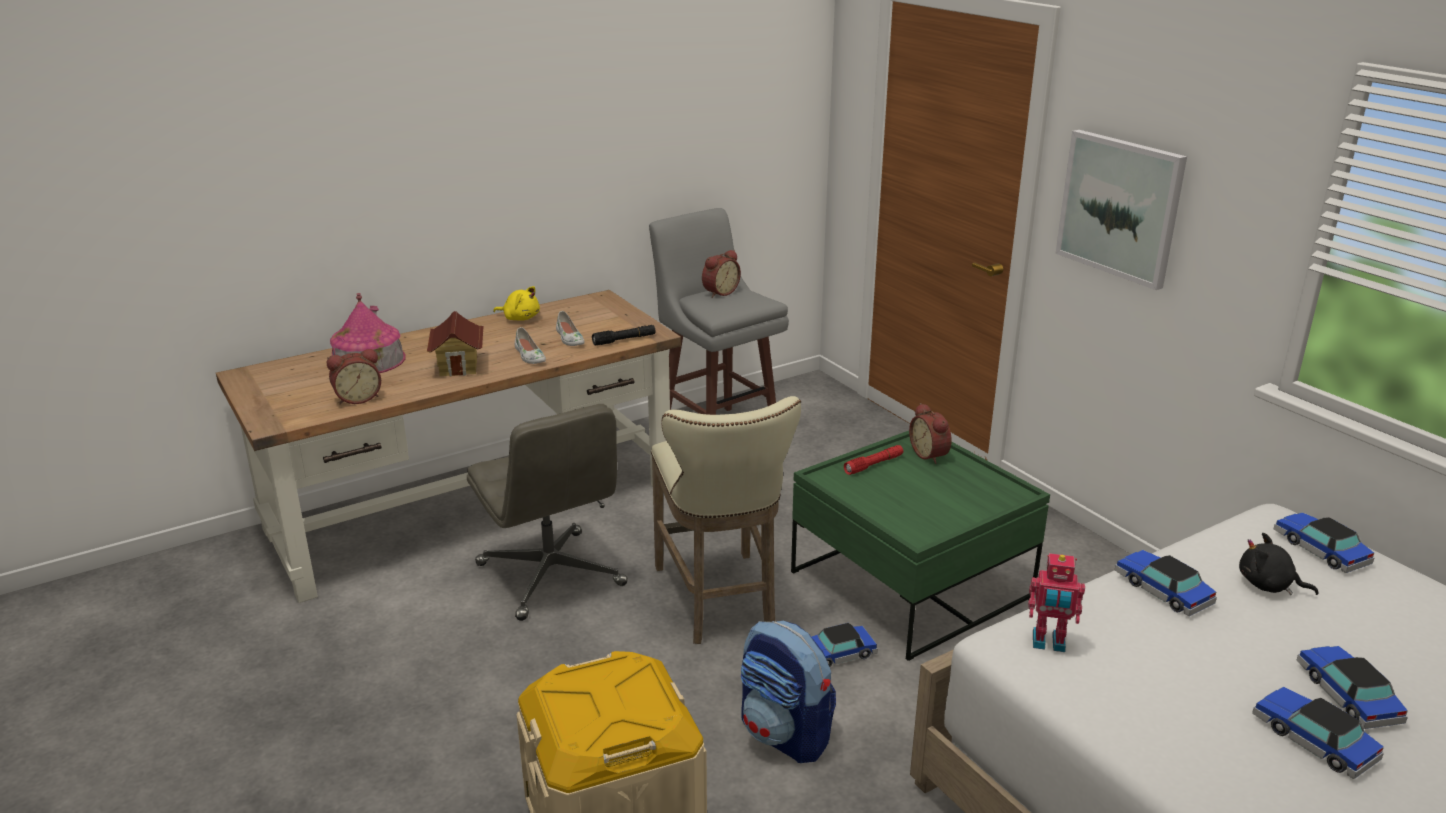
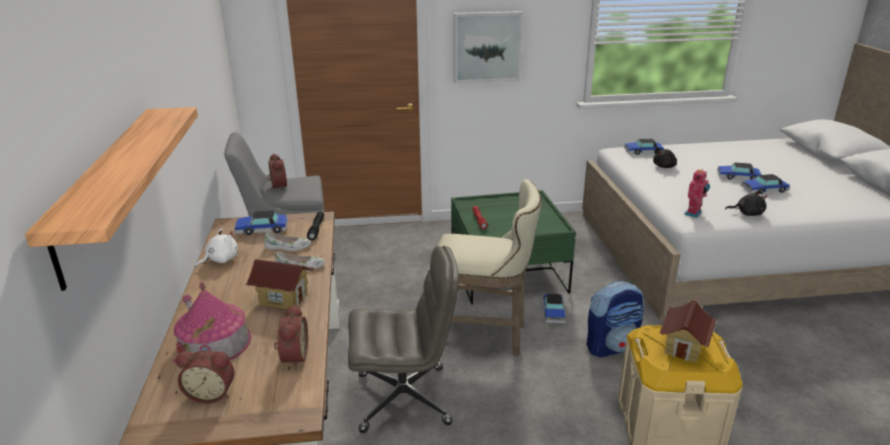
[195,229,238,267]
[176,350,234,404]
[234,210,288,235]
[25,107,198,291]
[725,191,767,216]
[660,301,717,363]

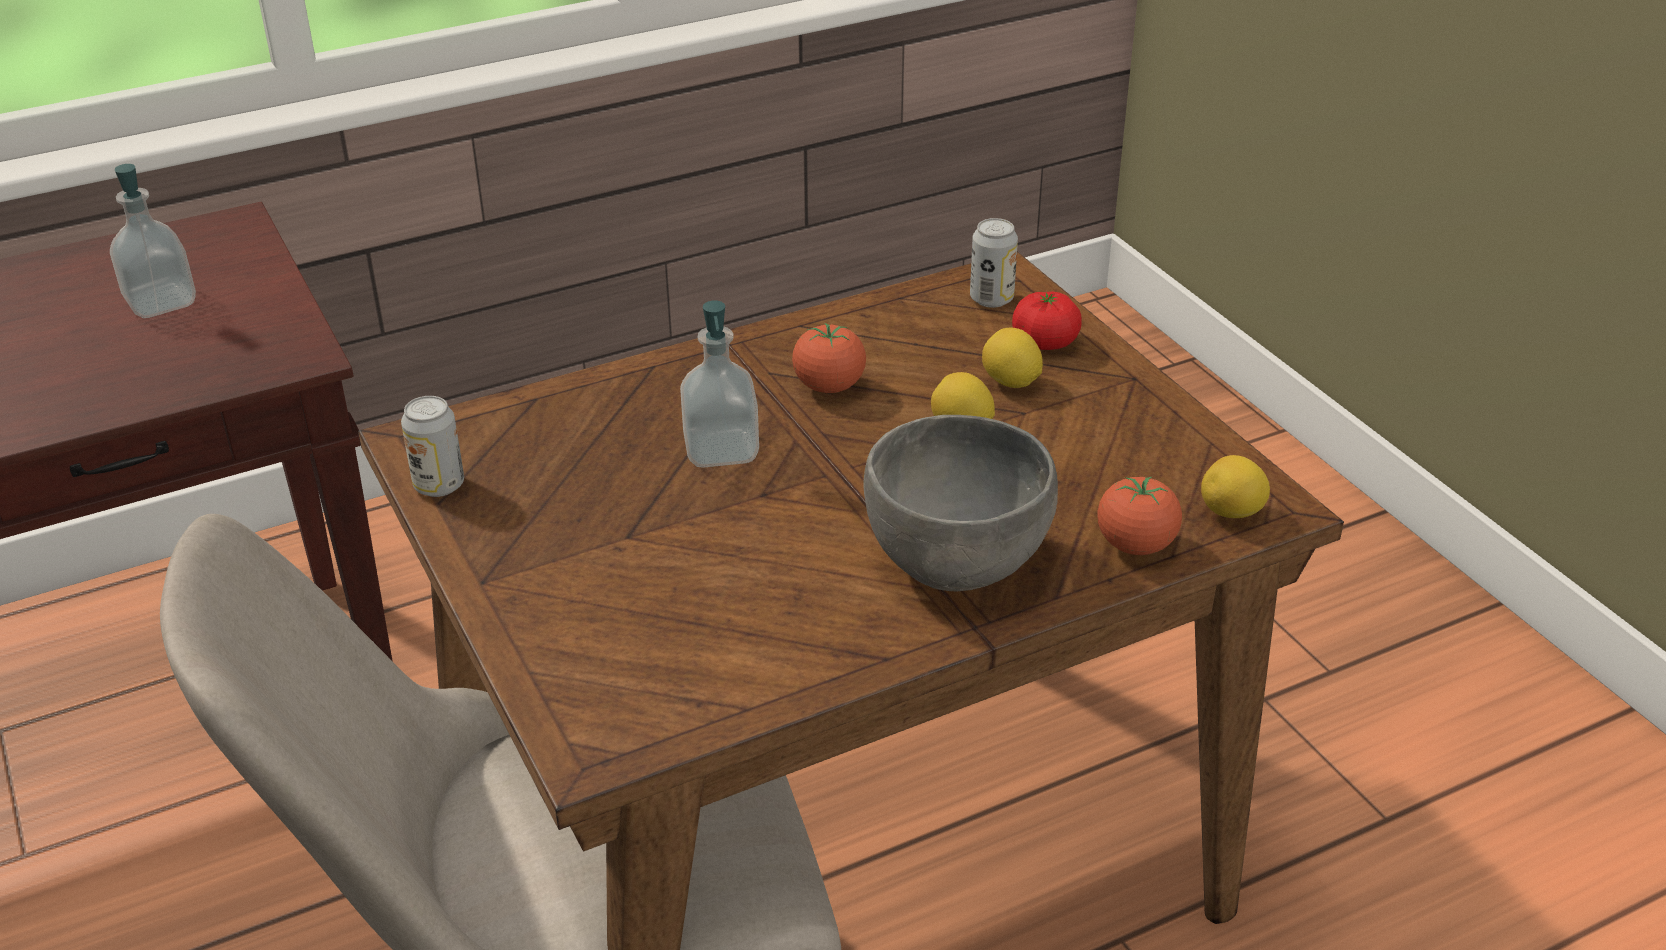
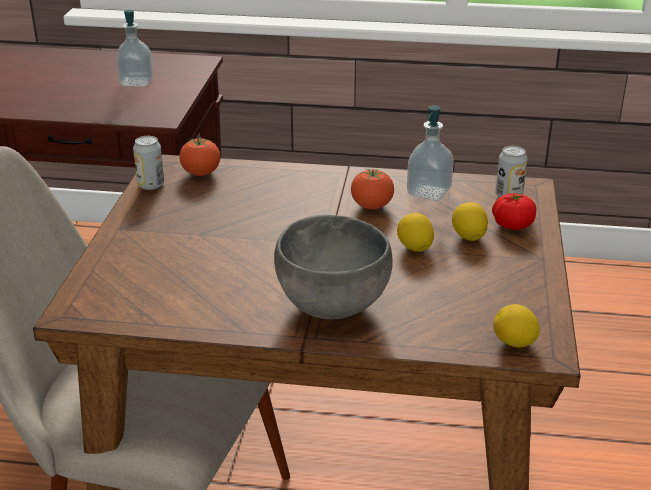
[407,105,454,201]
[179,138,220,176]

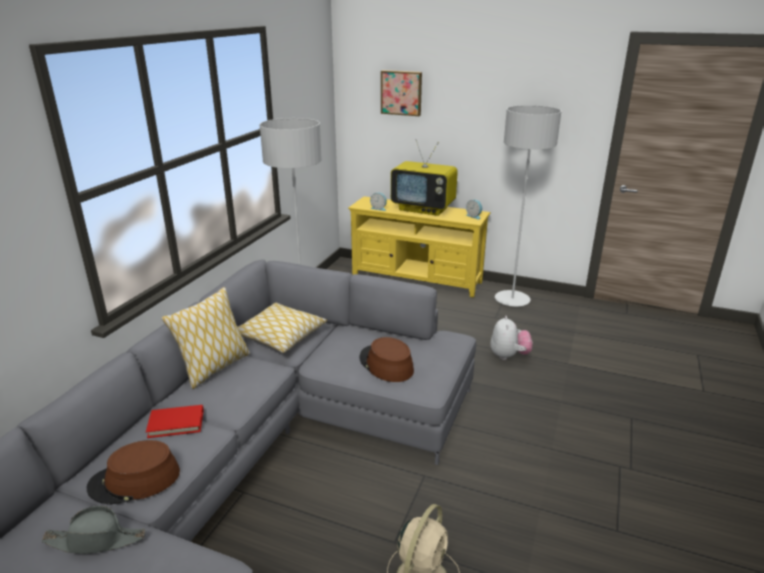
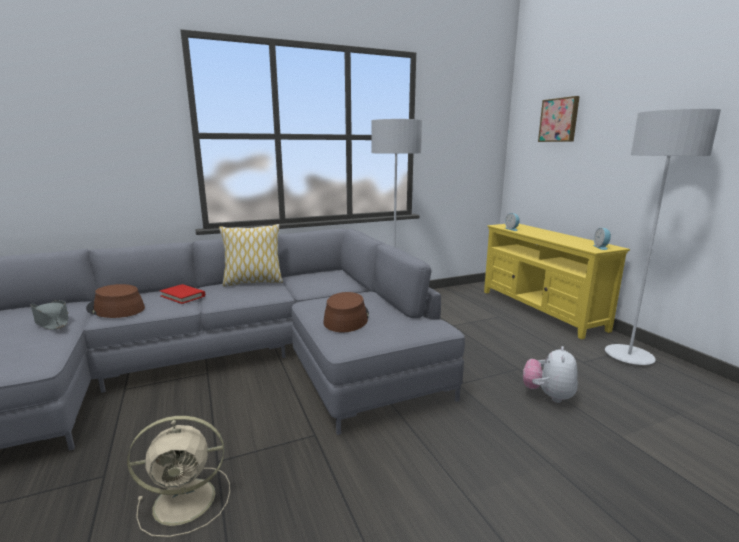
[391,139,458,216] (first image)
[238,303,327,353] (first image)
[523,346,578,403]

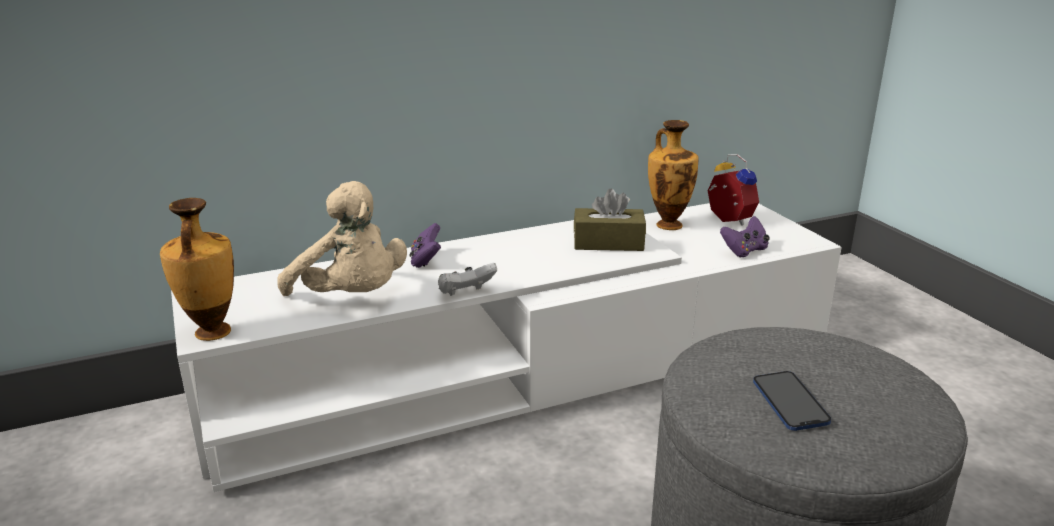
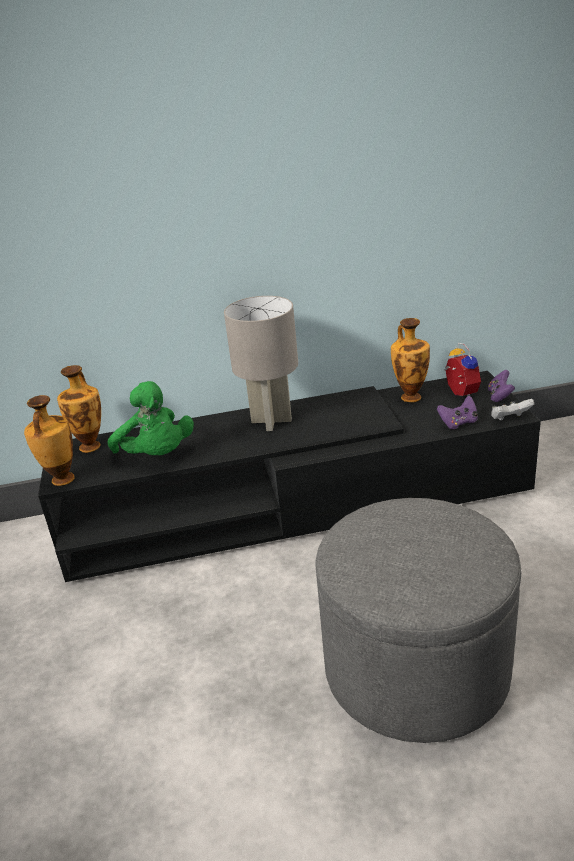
[107,381,194,455]
[574,188,646,251] (first image)
[38,371,541,582]
[488,370,515,402]
[491,399,534,421]
[753,371,831,431] (first image)
[224,296,298,431]
[57,365,101,453]

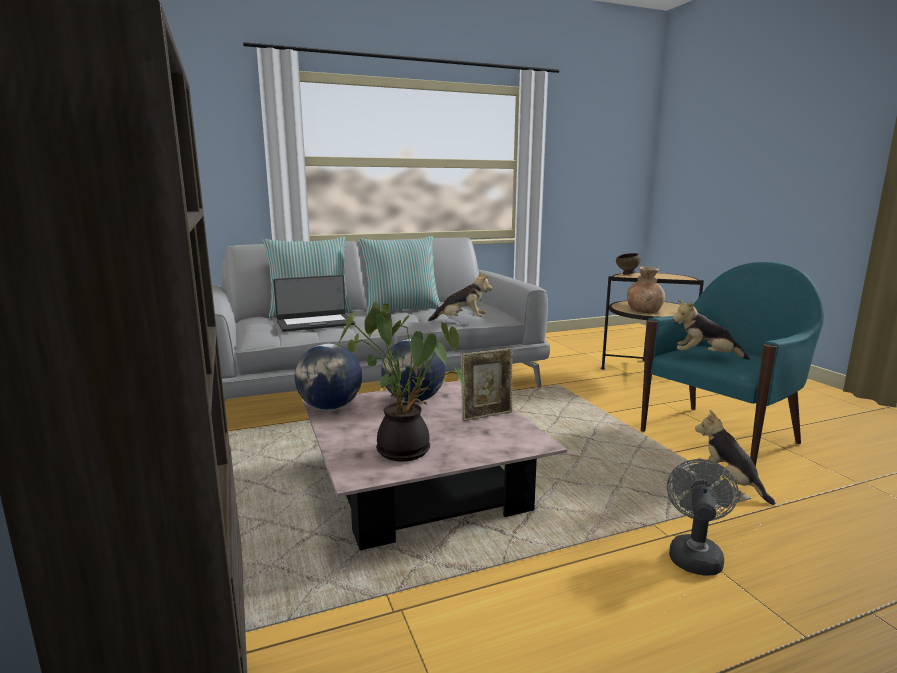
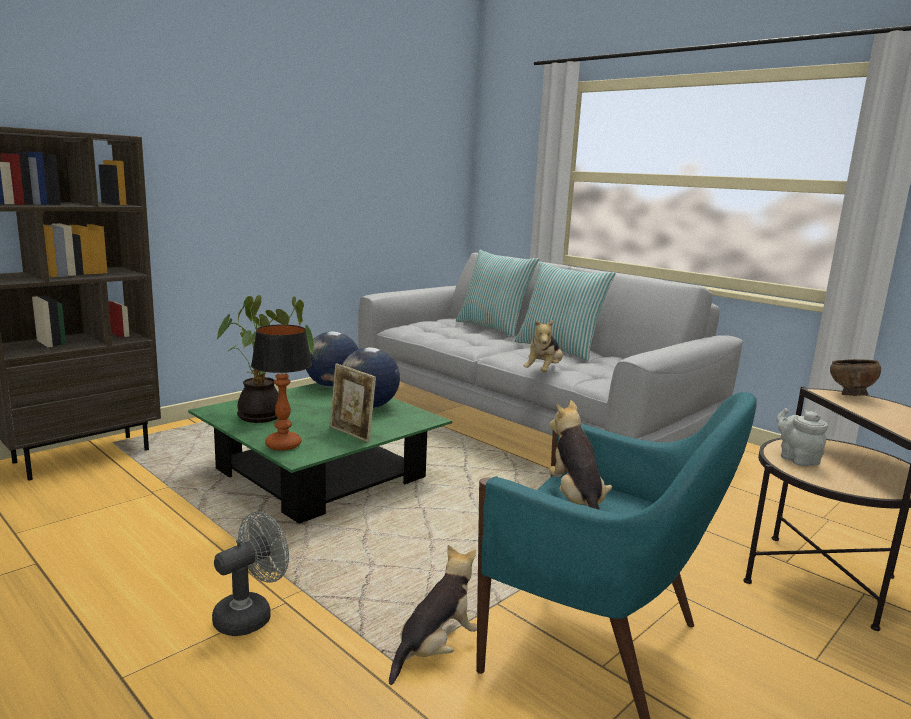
[776,408,828,466]
[523,320,563,372]
[273,275,355,332] (first image)
[188,383,452,524]
[212,512,289,636]
[251,324,312,451]

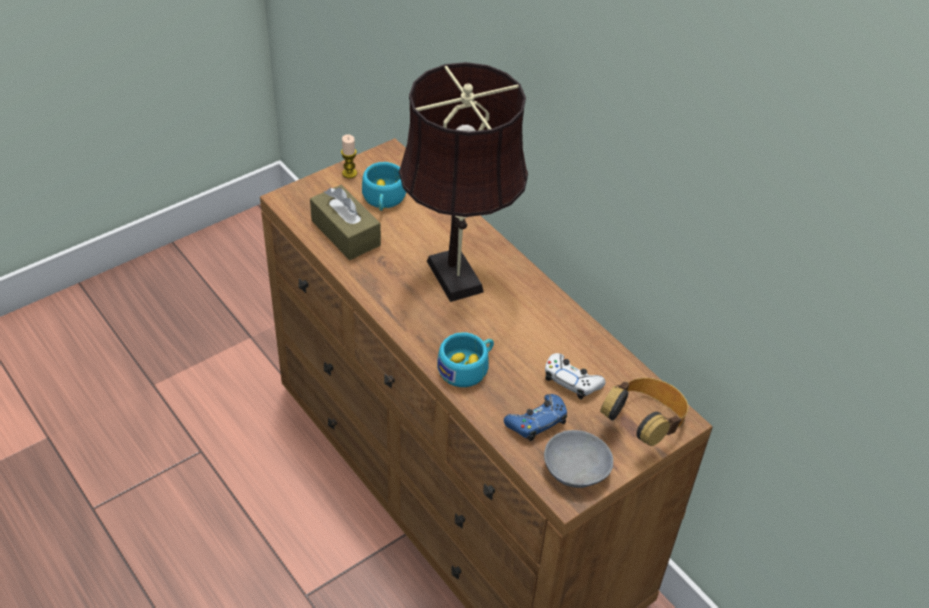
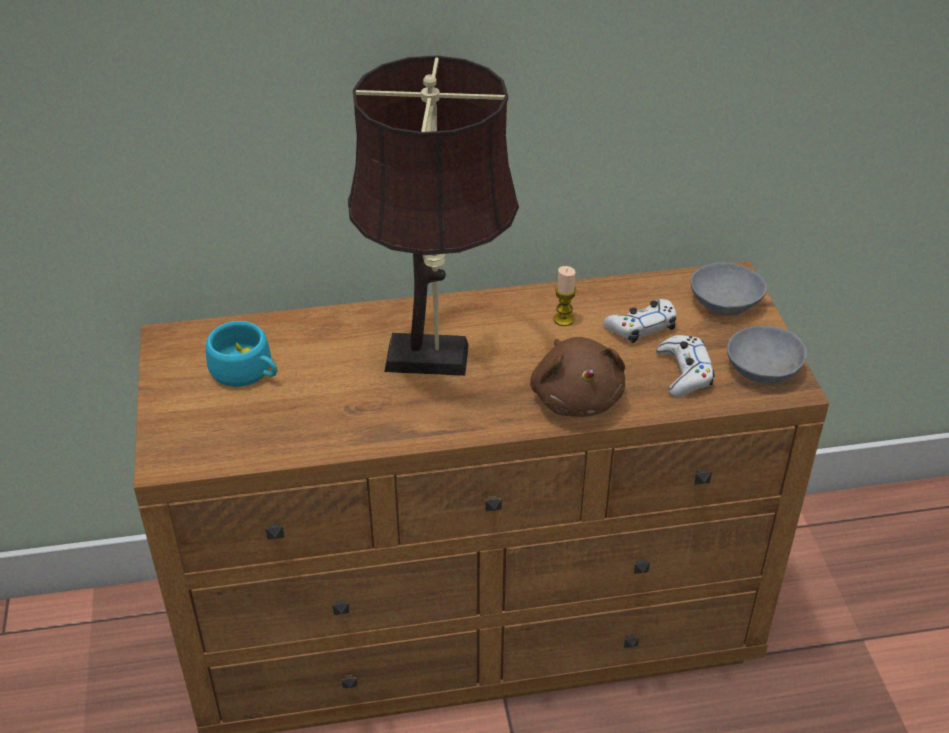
[553,266,577,326]
[310,185,381,260] (first image)
[530,337,625,417]
[691,263,767,315]
[656,335,715,397]

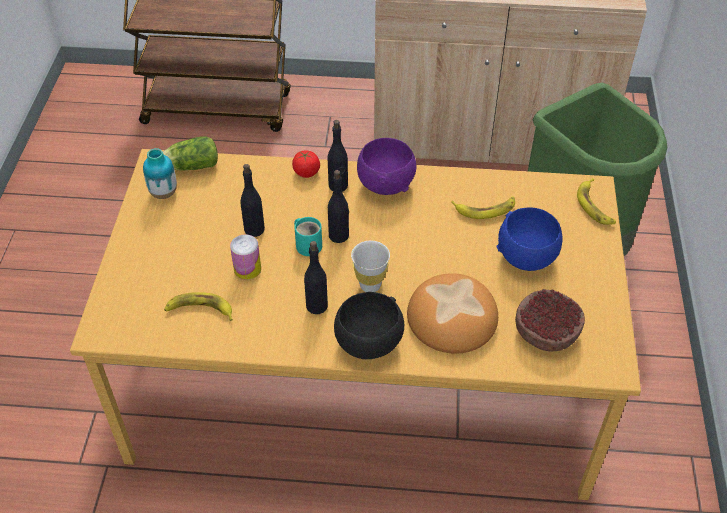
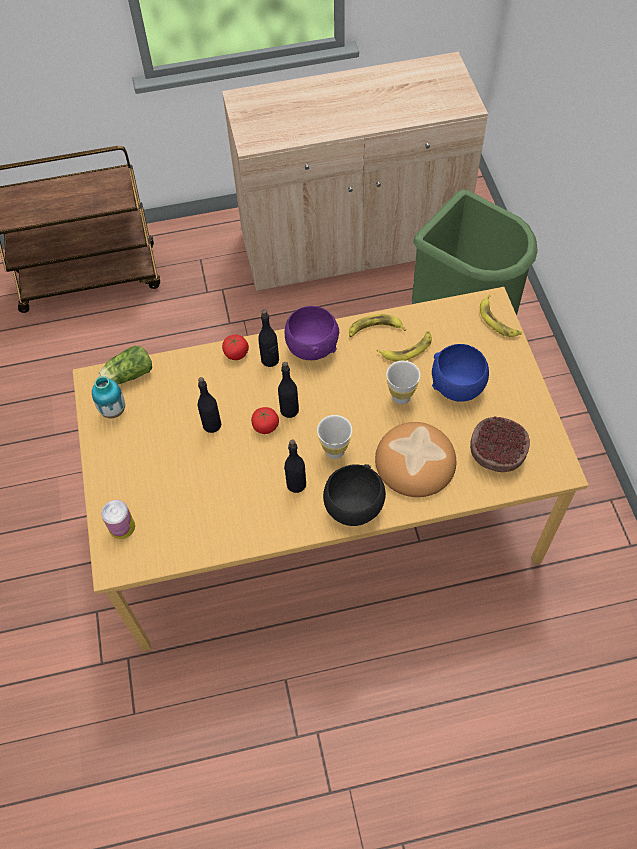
[251,407,279,434]
[101,500,135,539]
[349,314,406,337]
[386,361,420,404]

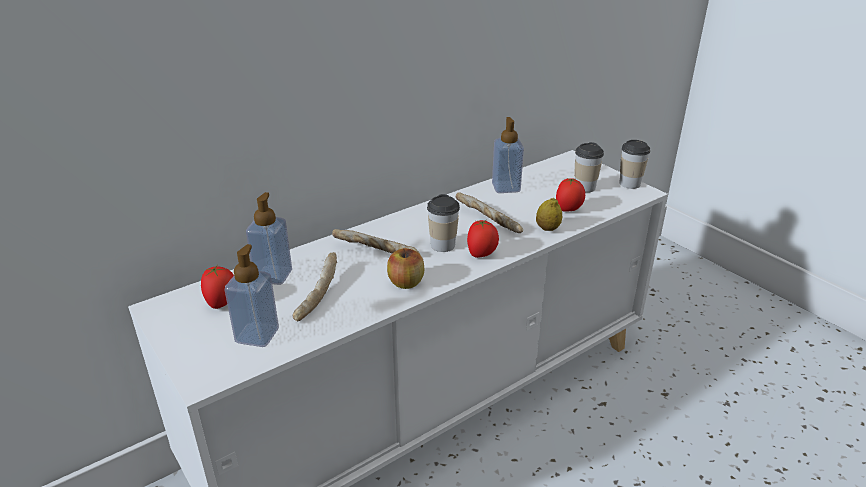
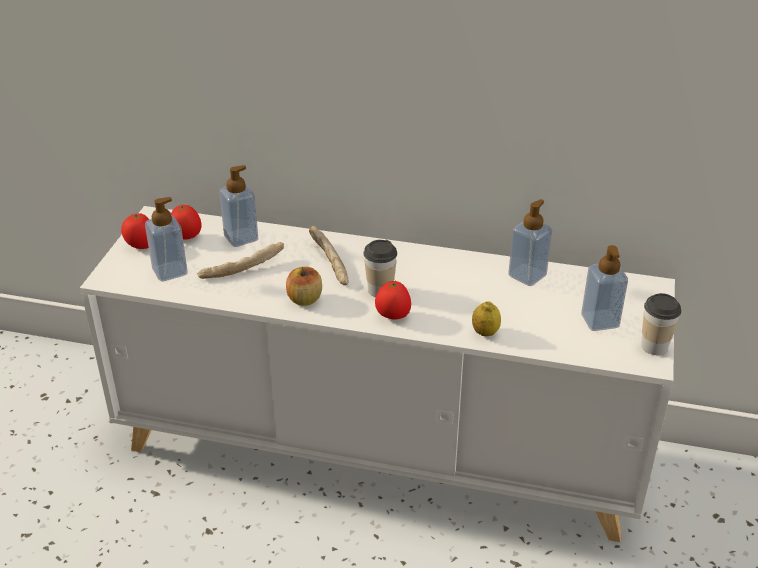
[581,245,628,331]
[121,213,149,249]
[456,192,523,233] (first image)

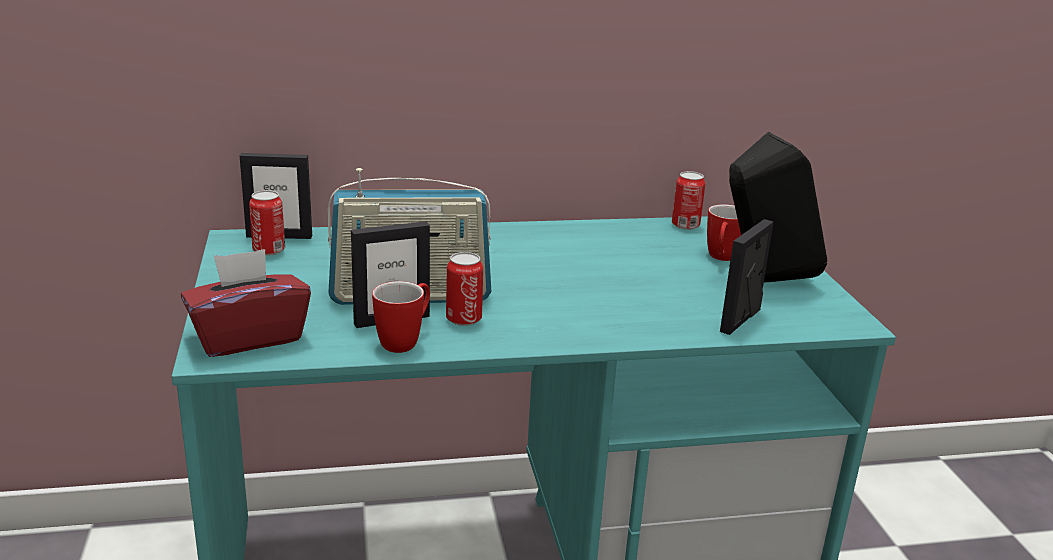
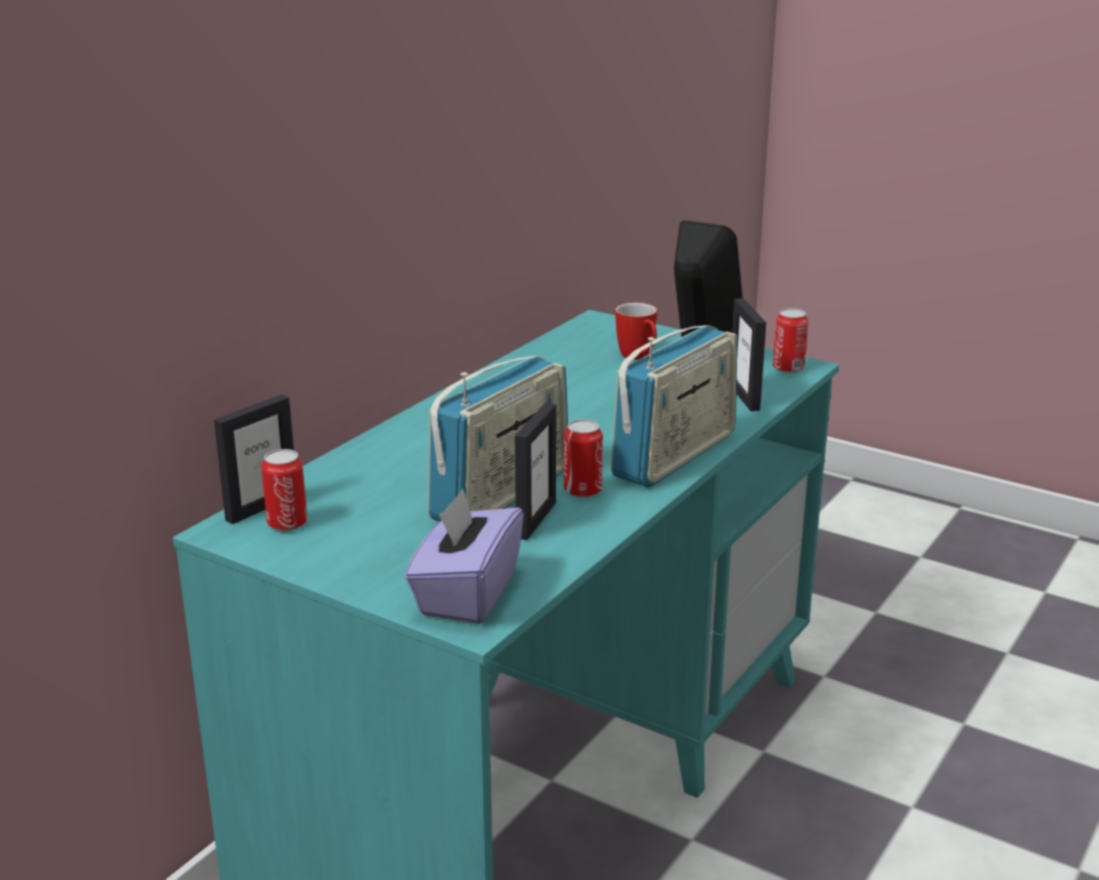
[773,308,808,373]
[405,489,524,624]
[372,281,430,353] (first image)
[610,325,737,487]

